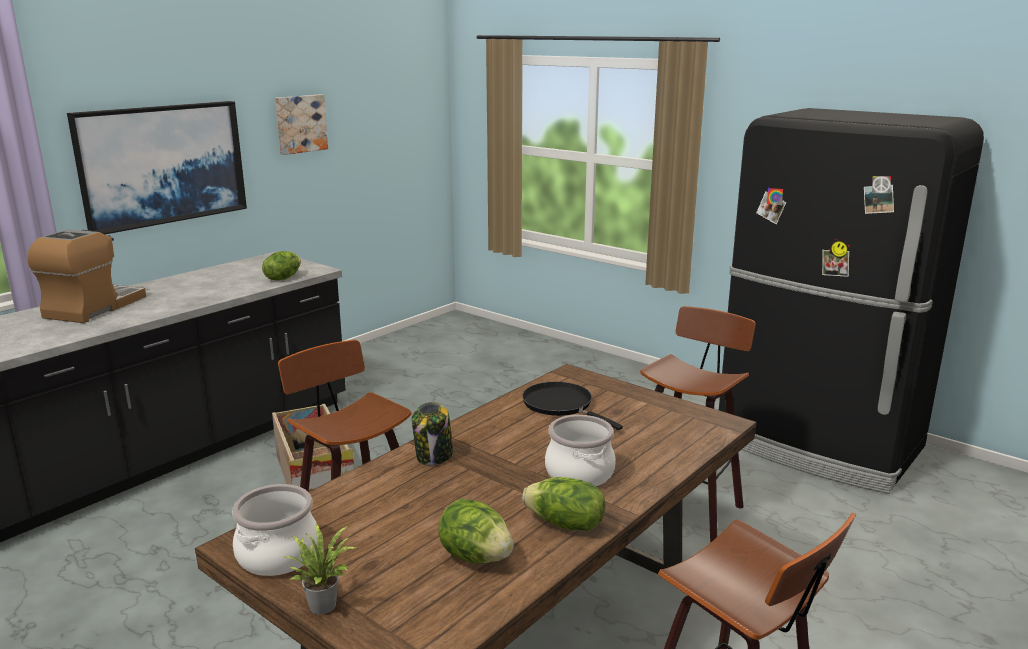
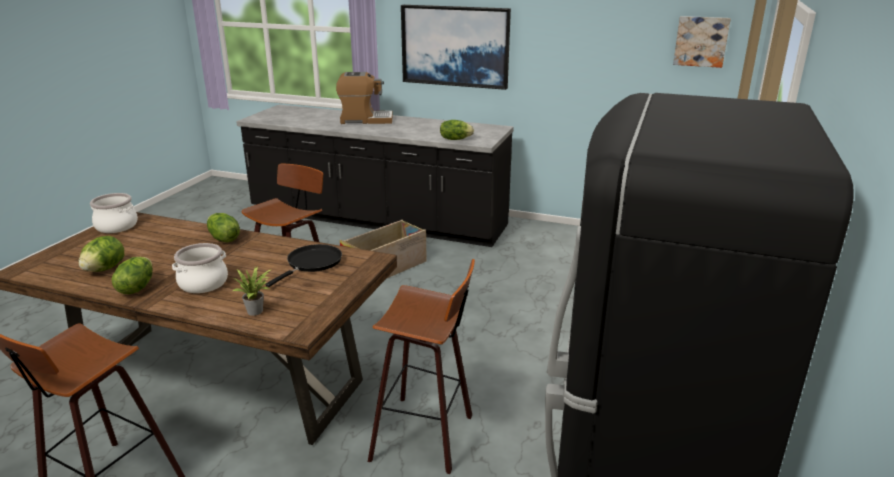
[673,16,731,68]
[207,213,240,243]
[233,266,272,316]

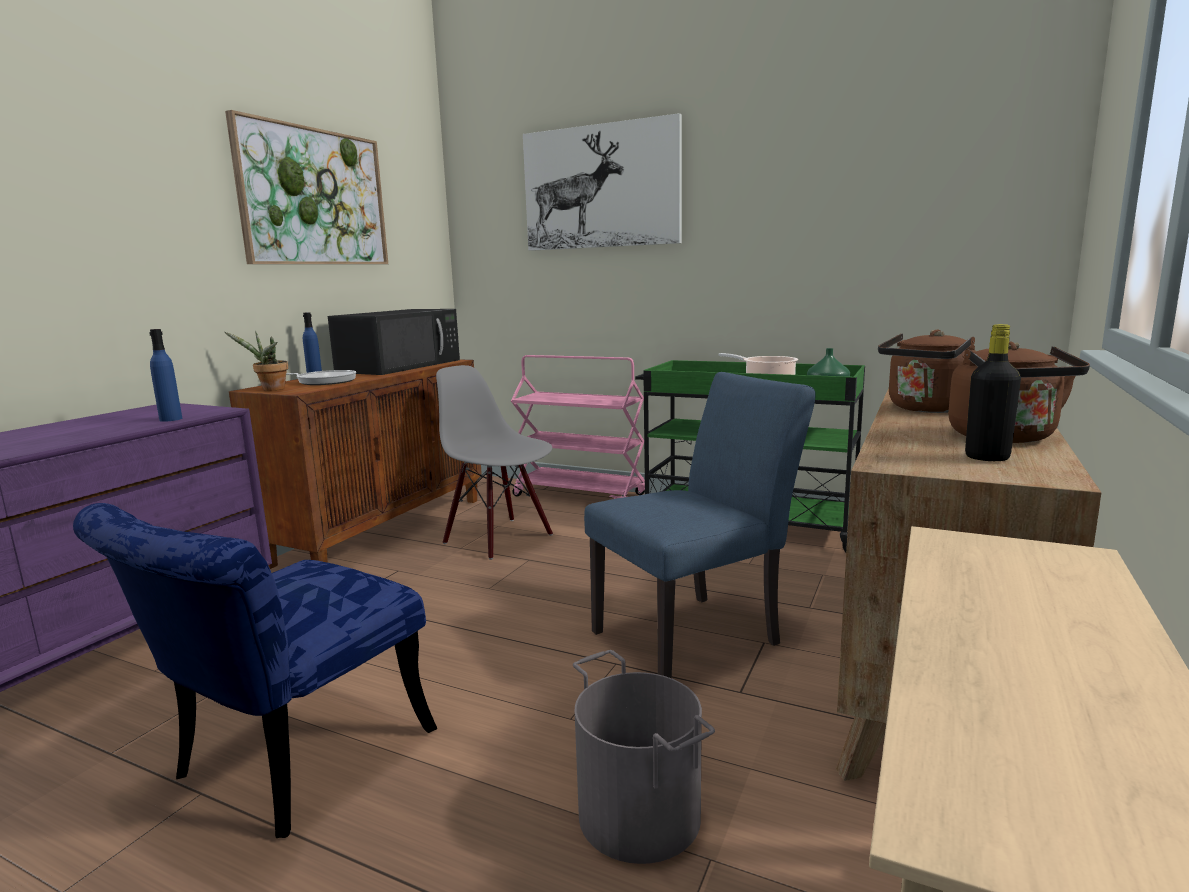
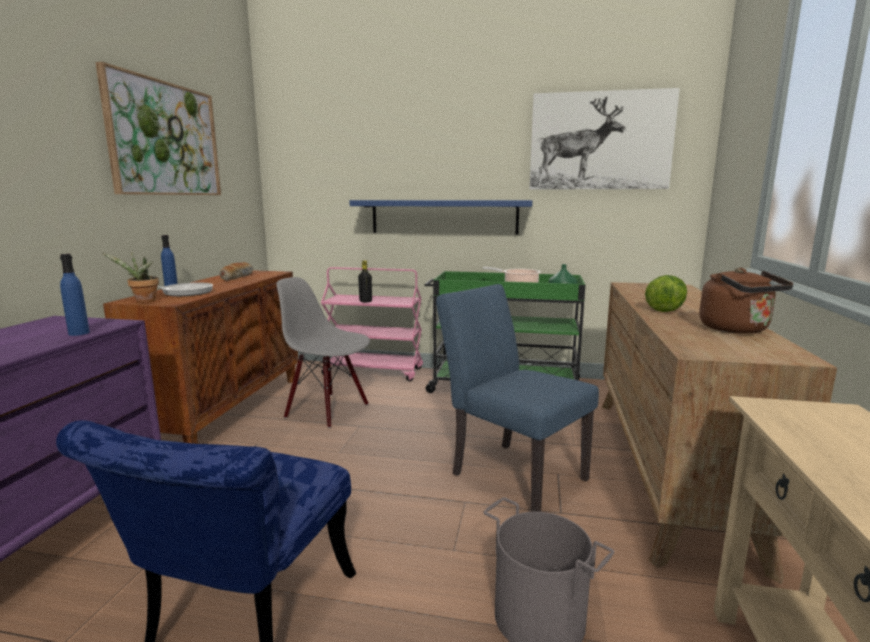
[529,88,680,190]
[220,262,253,281]
[358,260,372,302]
[645,275,687,312]
[436,284,599,512]
[349,200,533,235]

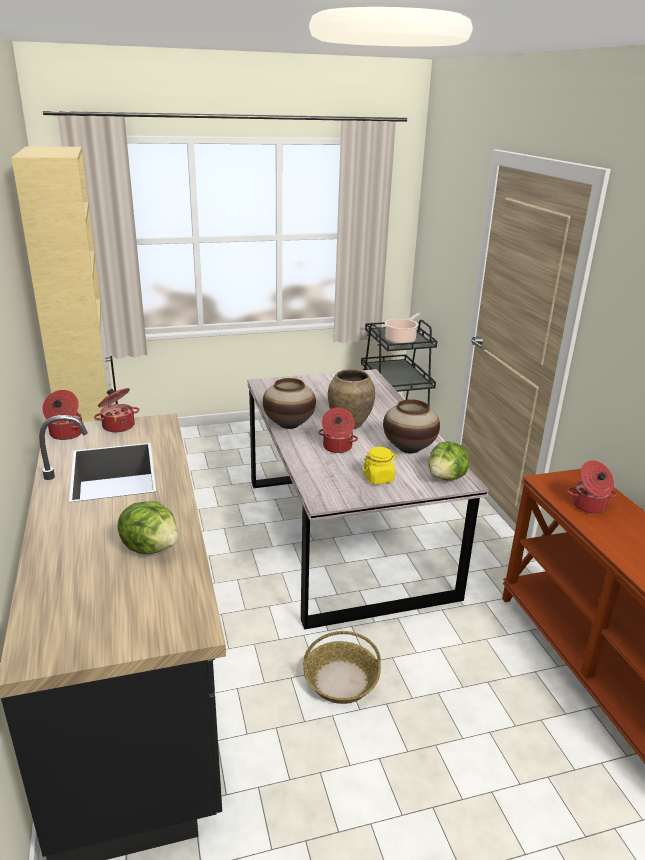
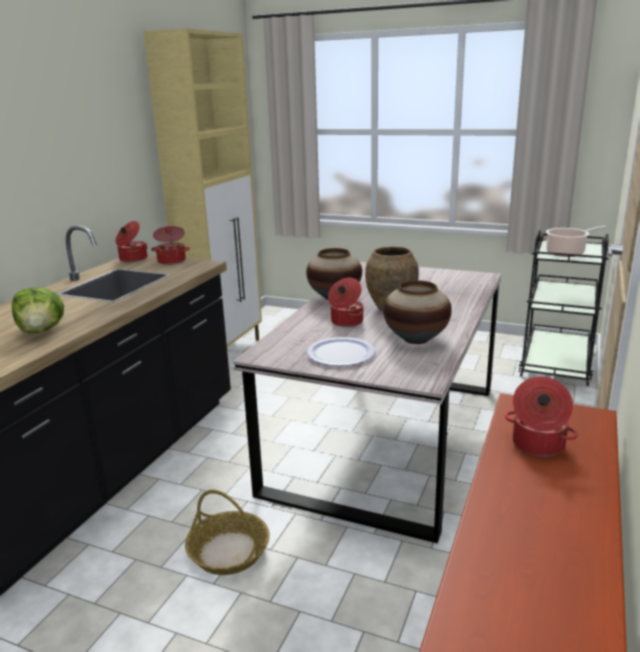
[429,441,469,480] (first image)
[307,337,375,366]

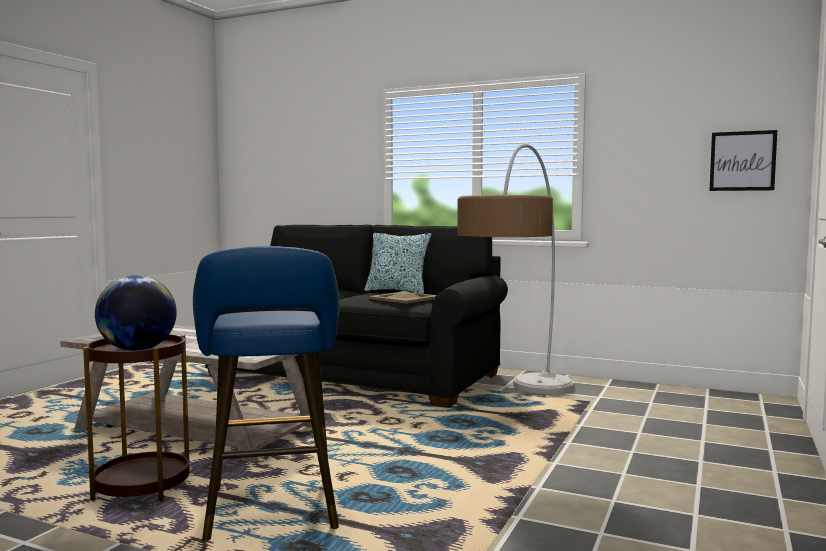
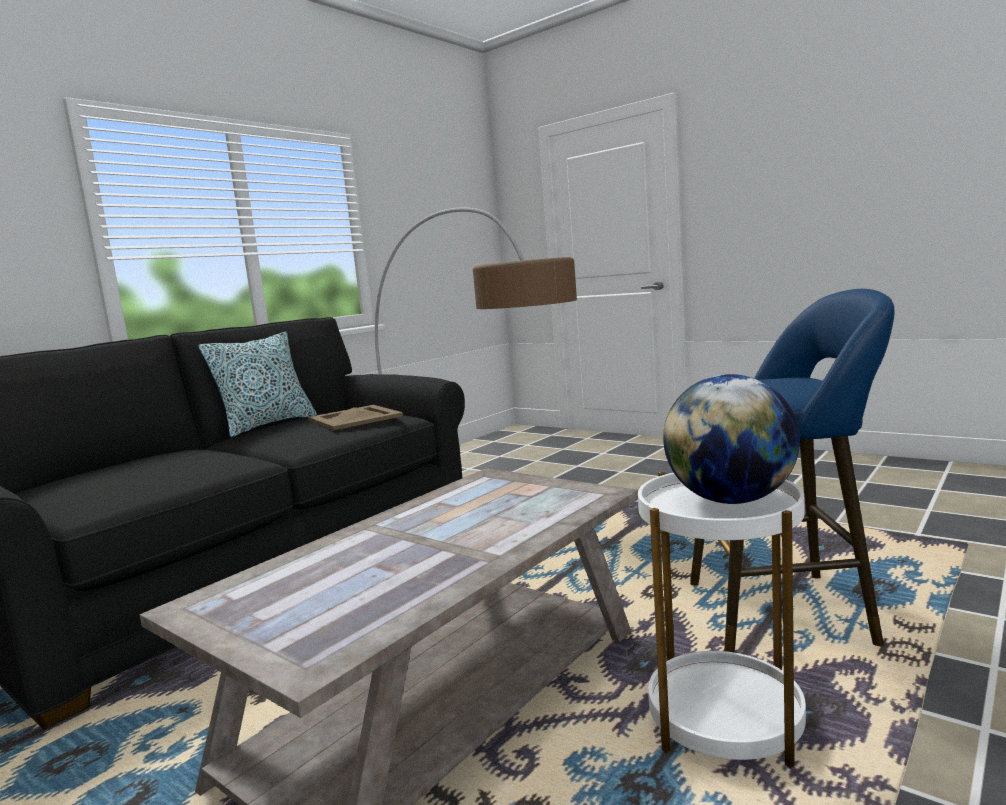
[709,130,777,191] (first image)
[638,472,806,768]

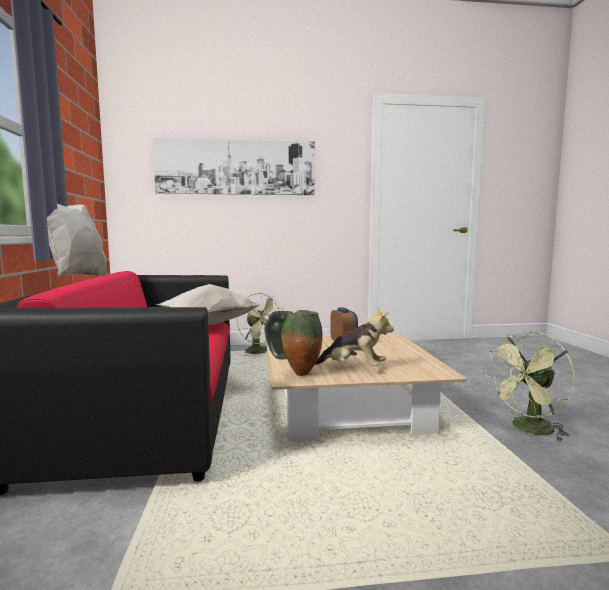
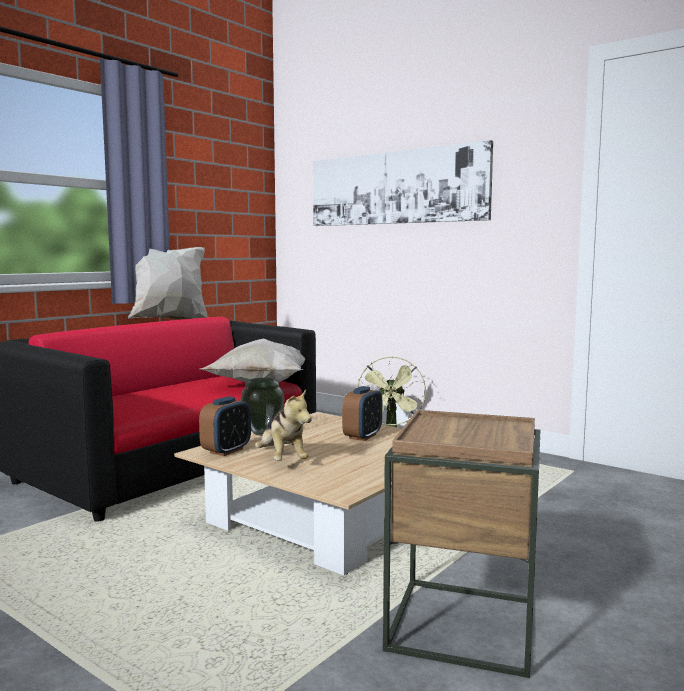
[199,397,251,456]
[383,410,540,678]

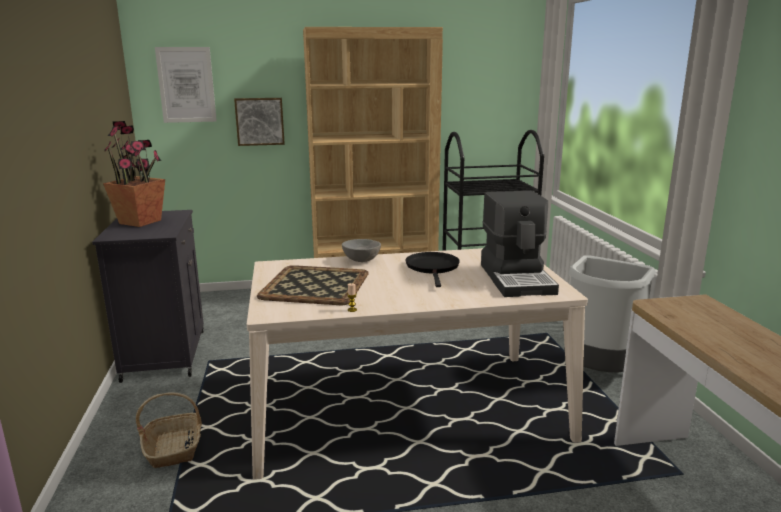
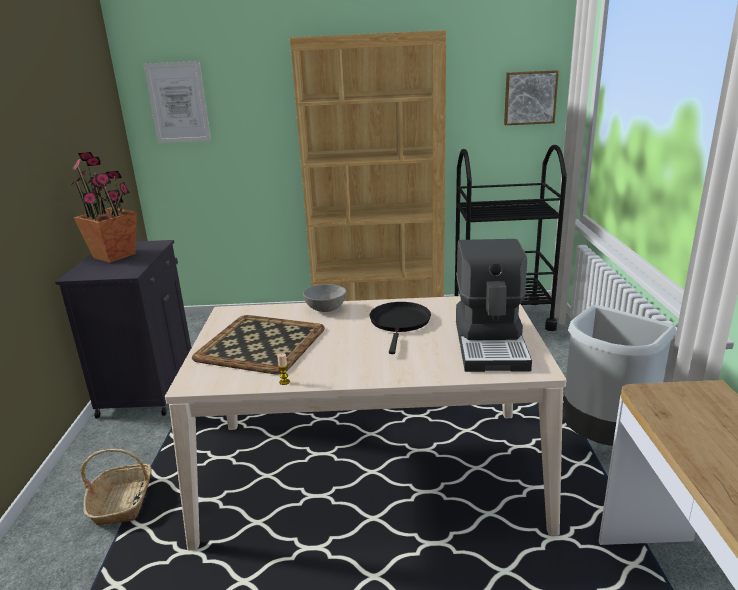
[504,70,559,125]

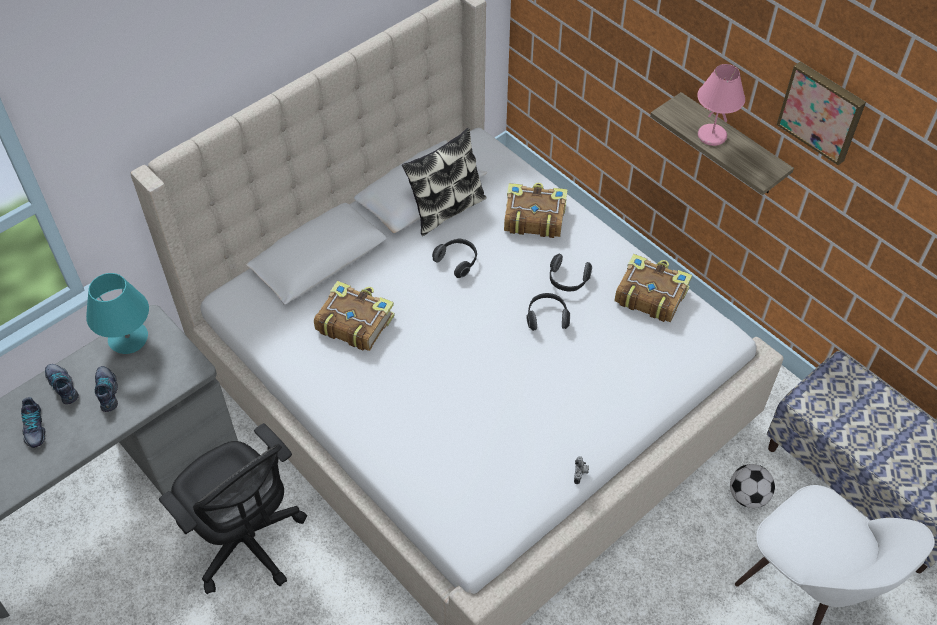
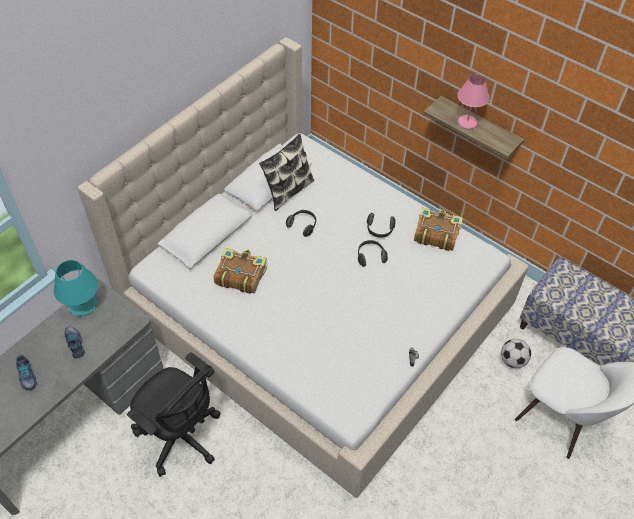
[777,62,866,165] (first image)
[504,183,568,238] (first image)
[45,364,79,404] (first image)

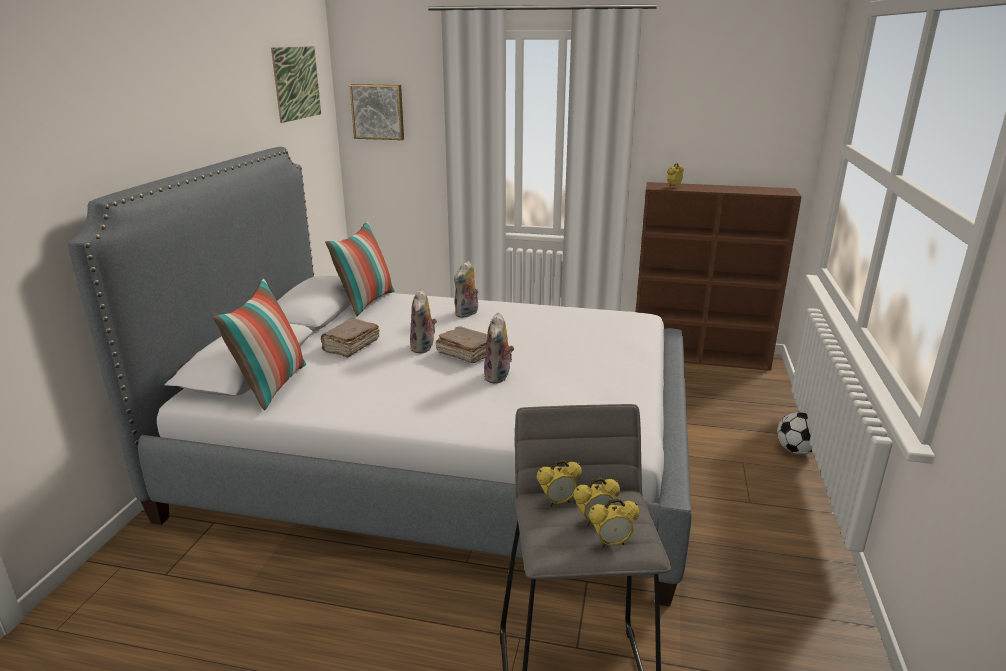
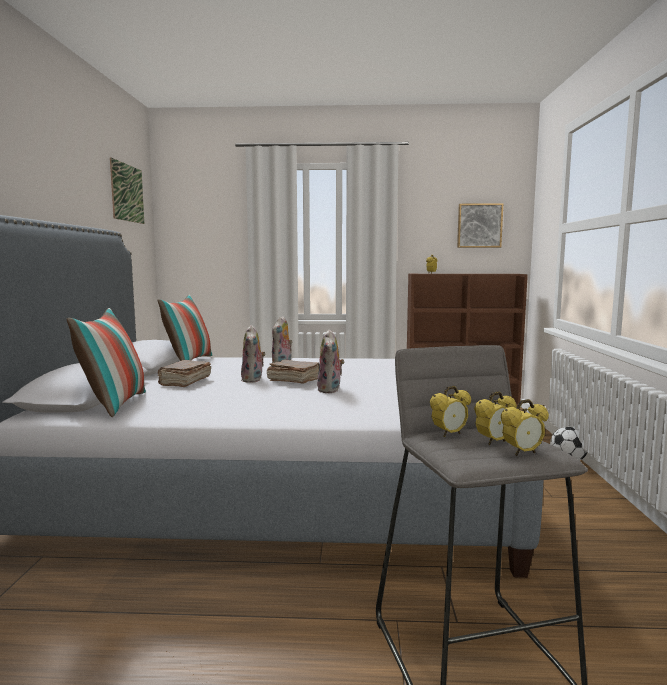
[457,203,503,248]

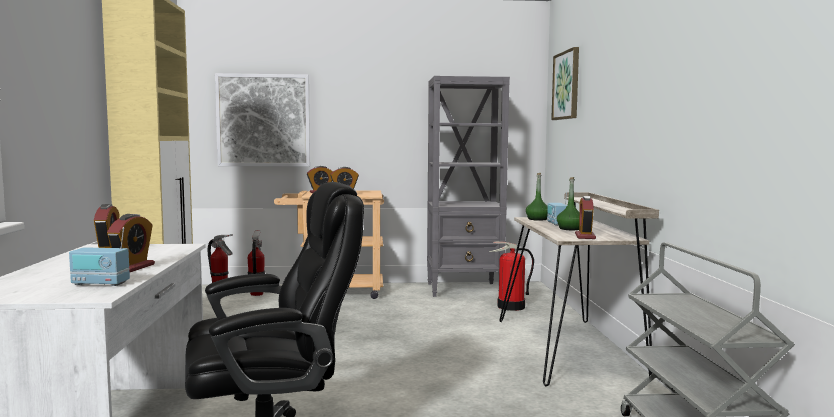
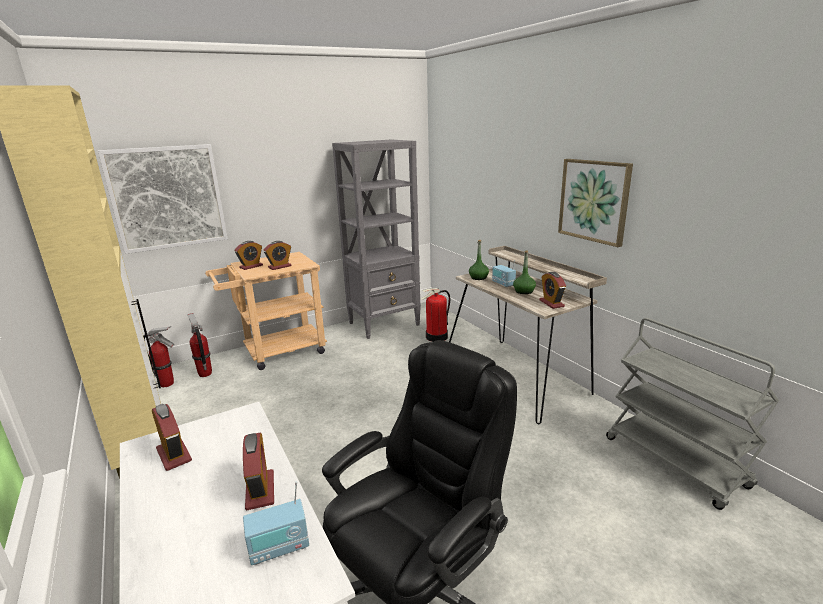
[558,159,633,247]

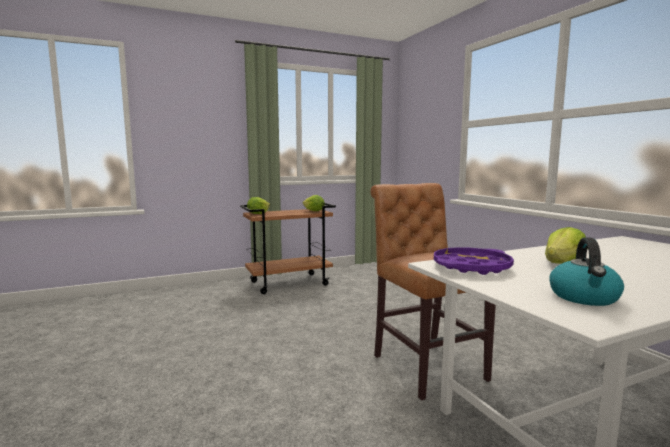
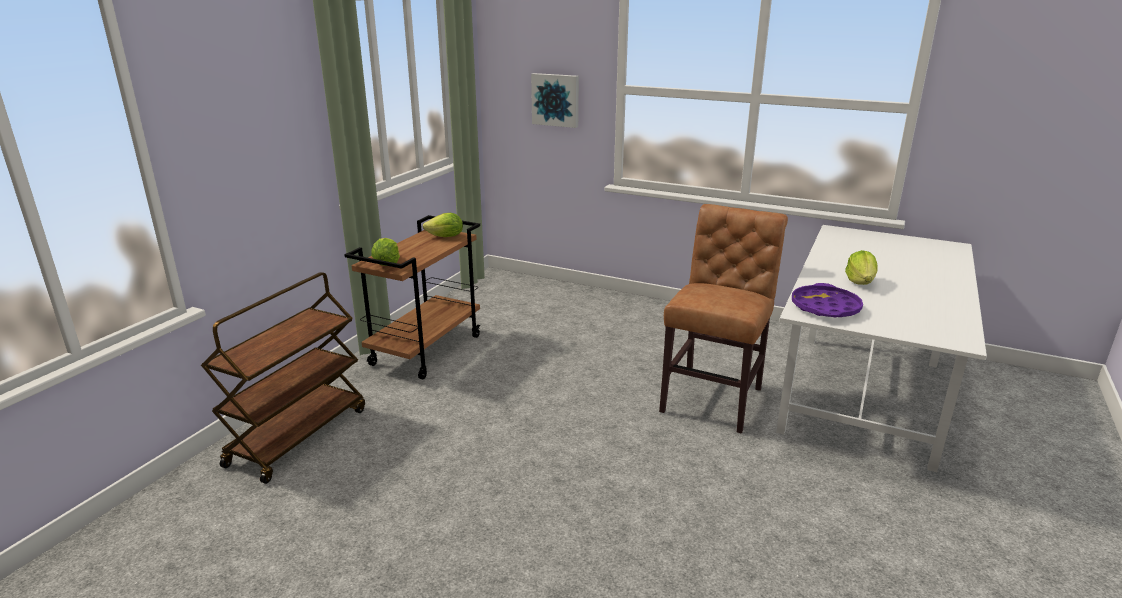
[659,204,788,434]
[549,237,624,306] (first image)
[531,73,579,128]
[201,272,365,484]

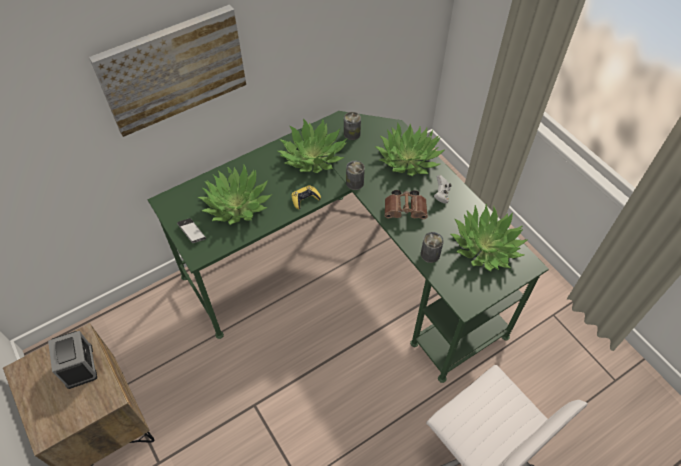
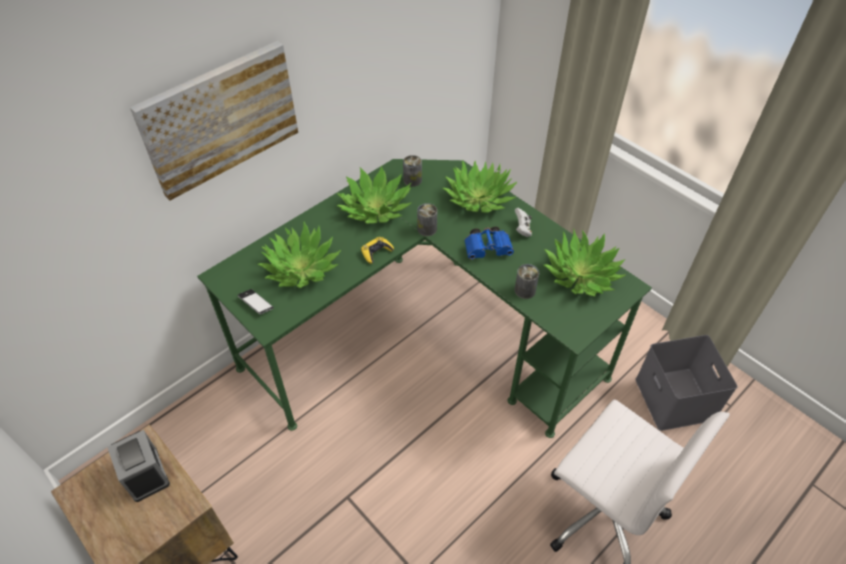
[464,226,514,260]
[635,335,738,431]

